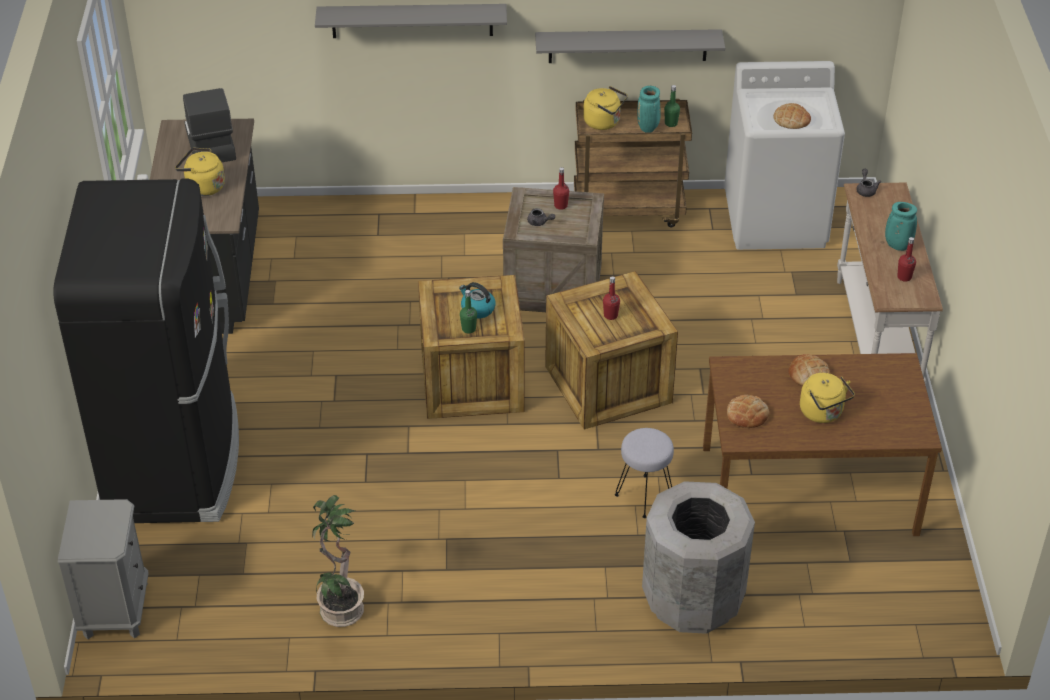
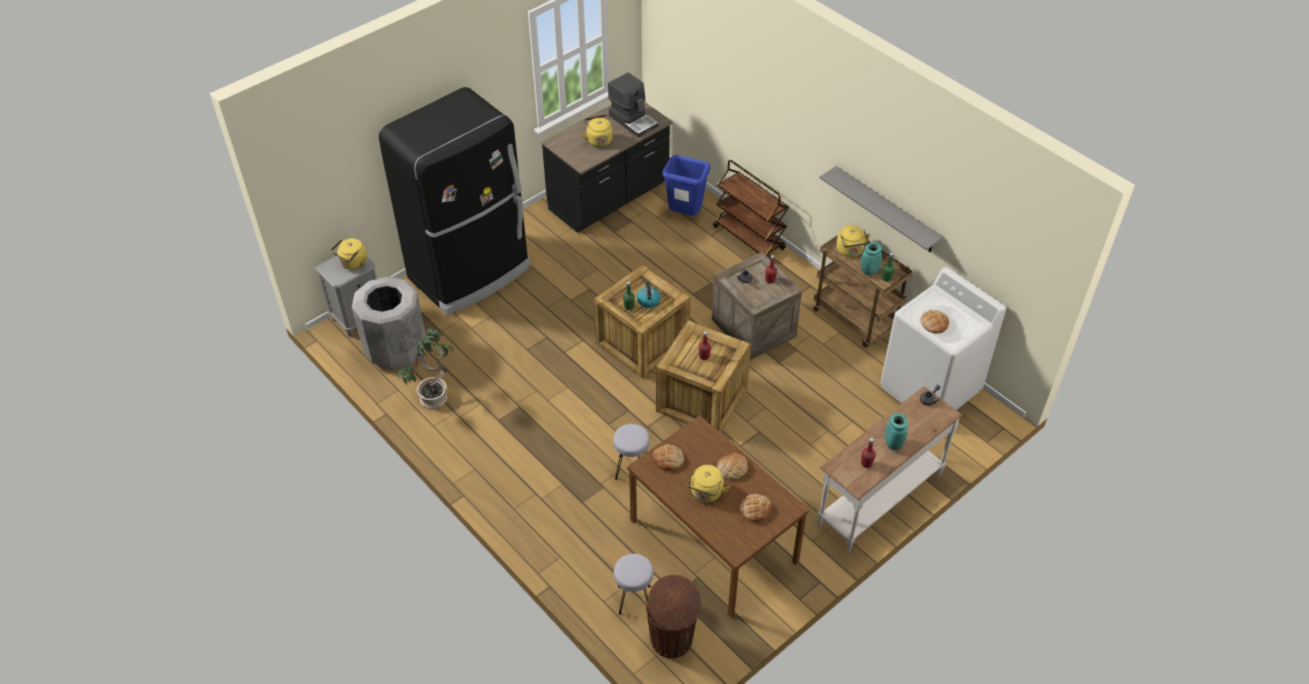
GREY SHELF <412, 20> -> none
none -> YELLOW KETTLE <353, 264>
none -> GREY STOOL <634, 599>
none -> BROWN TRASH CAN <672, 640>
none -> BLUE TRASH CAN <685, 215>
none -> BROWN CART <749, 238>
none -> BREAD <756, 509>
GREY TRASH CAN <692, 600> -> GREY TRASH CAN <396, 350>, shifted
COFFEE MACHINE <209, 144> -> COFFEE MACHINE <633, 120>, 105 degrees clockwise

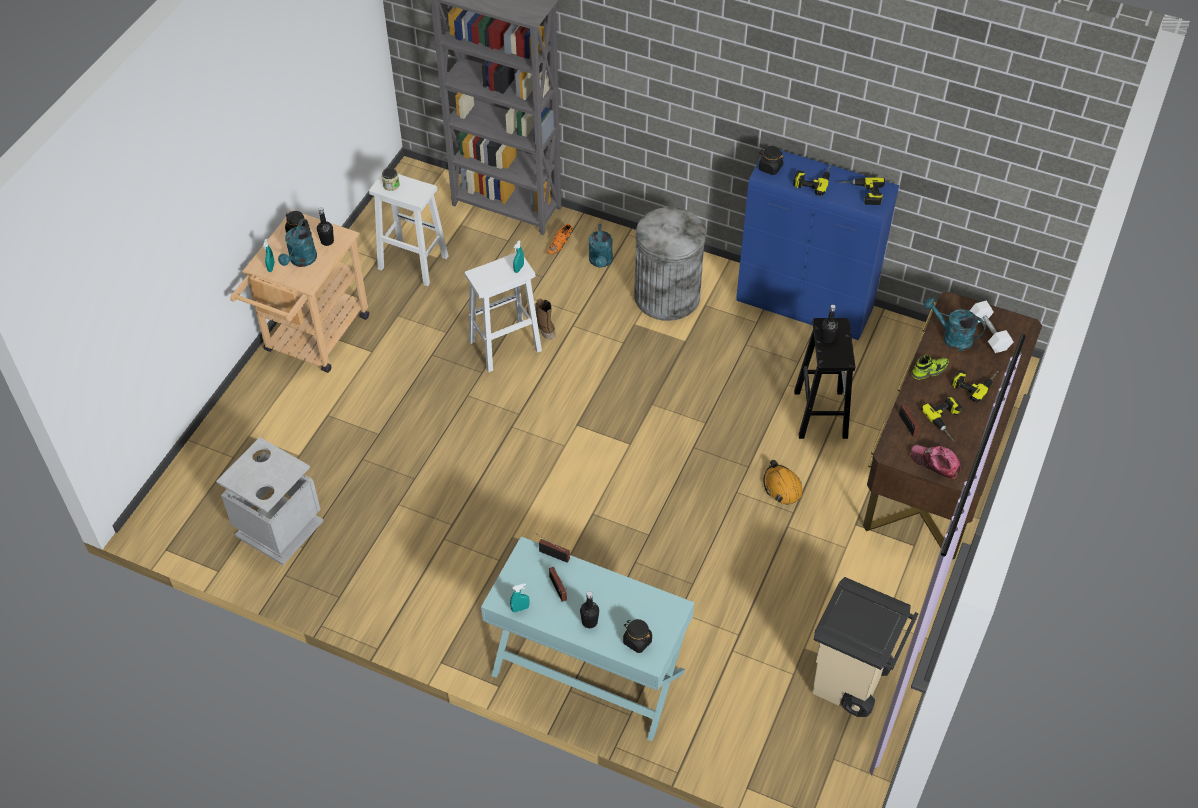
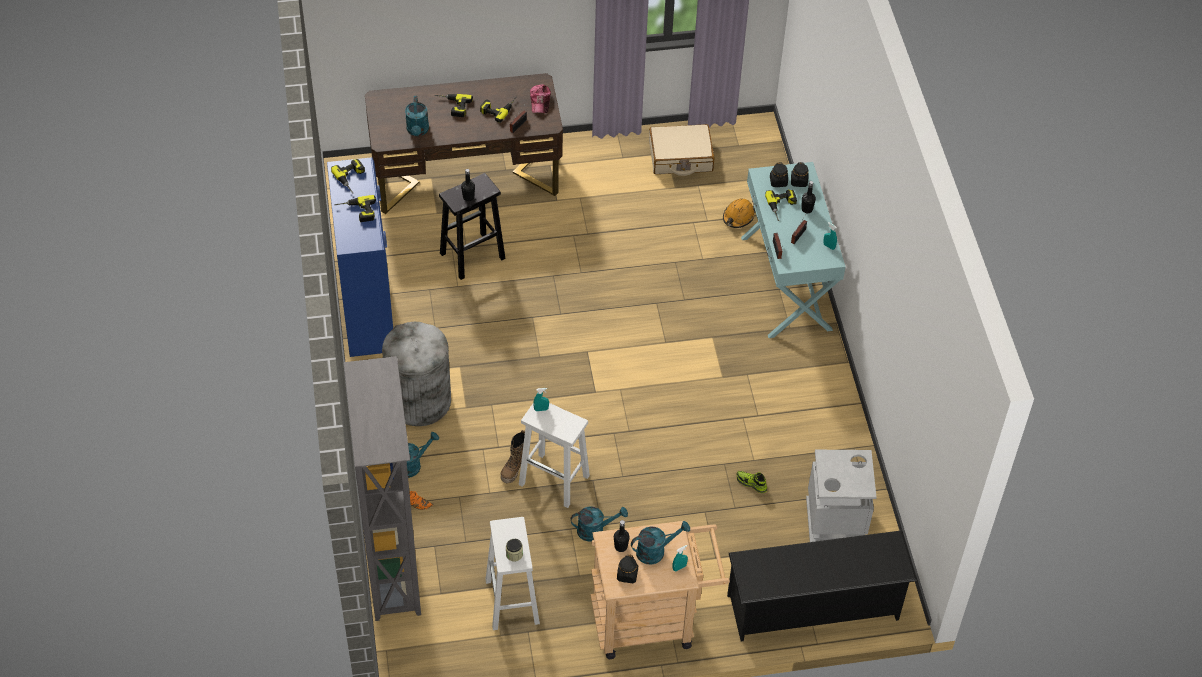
WHITE DUMBBELL <988, 333> -> none
none -> TURQUOISE WATERING CAN <595, 530>
none -> BLACK SHOE RACK <813, 607>
none -> POWER DRILL <782, 207>
BLACK JAR <770, 168> -> BLACK JAR <778, 182>, shifted
ORANGE HARD HAT <782, 487> -> ORANGE HARD HAT <738, 217>, shifted
SHOE <929, 371> -> SHOE <751, 484>, shifted
BEIGE TRASH CAN <850, 682> -> BEIGE SUITCASE <680, 157>

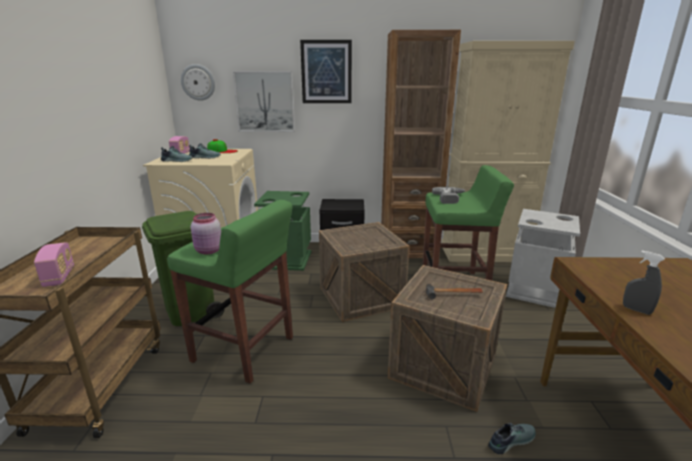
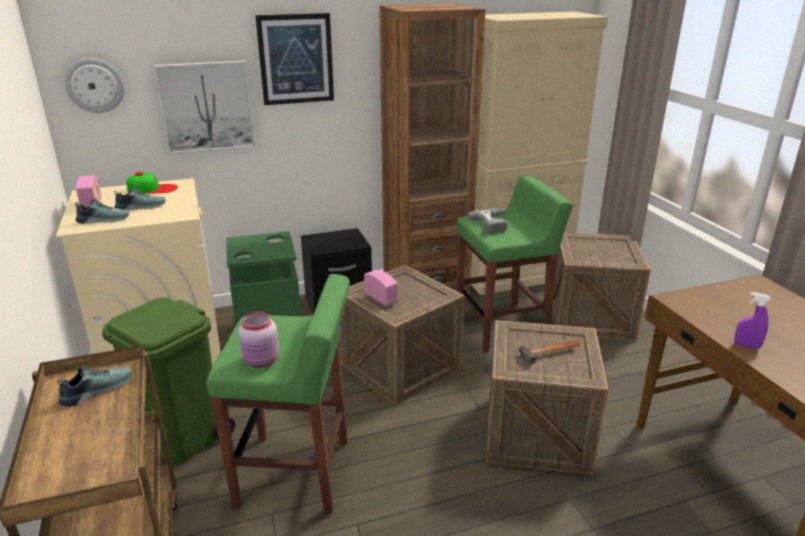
RADIO <59, 277> -> RADIO <381, 299>, shifted
SHOE <510, 440> -> SHOE <96, 390>, shifted
GREY TRASH CAN <535, 291> -> CRATE <590, 317>
GREY SPRAY BOTTLE <636, 310> -> PURPLE SPRAY BOTTLE <746, 346>

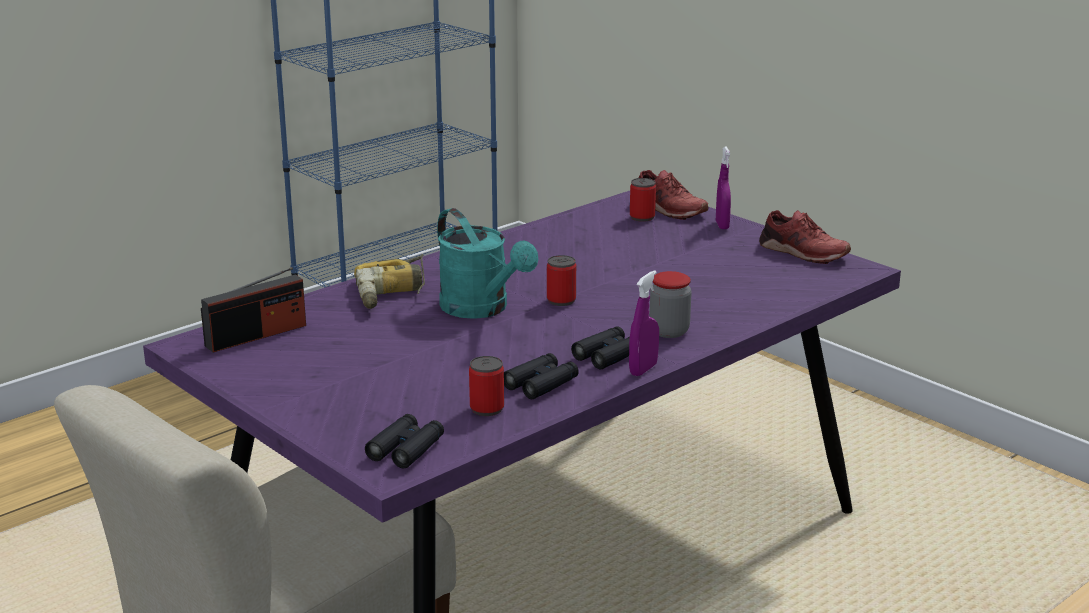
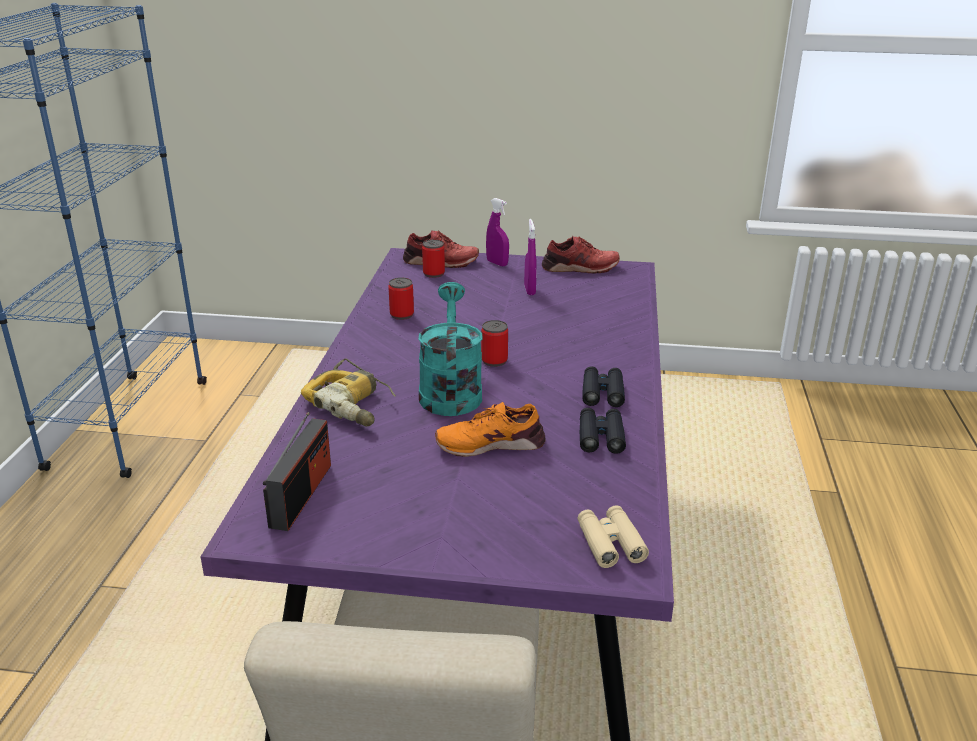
JAR <669, 331> -> none
none -> ORANGE SHOE <490, 444>
CAN <487, 409> -> CAN <401, 315>, shifted
PURPLE SPRAY BOTTLE <643, 369> -> PURPLE SPRAY BOTTLE <529, 290>, shifted
BLACK BINOCULARS <406, 449> -> BEIGE BINOCULARS <610, 543>
TURQUOISE WATERING CAN <482, 309> -> TURQUOISE WATERING CAN <450, 391>, 105 degrees counterclockwise

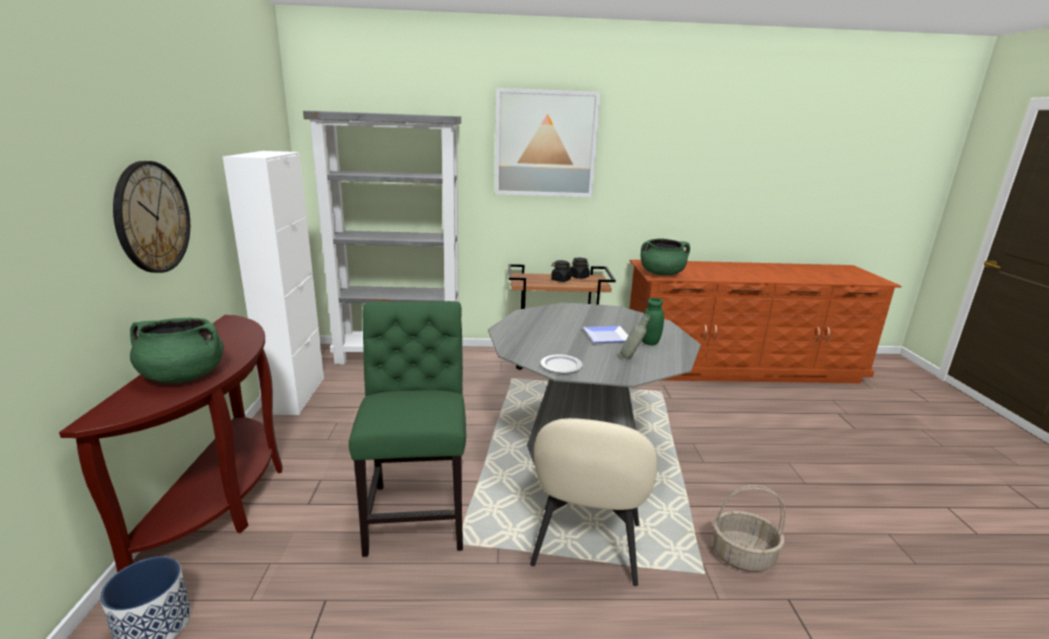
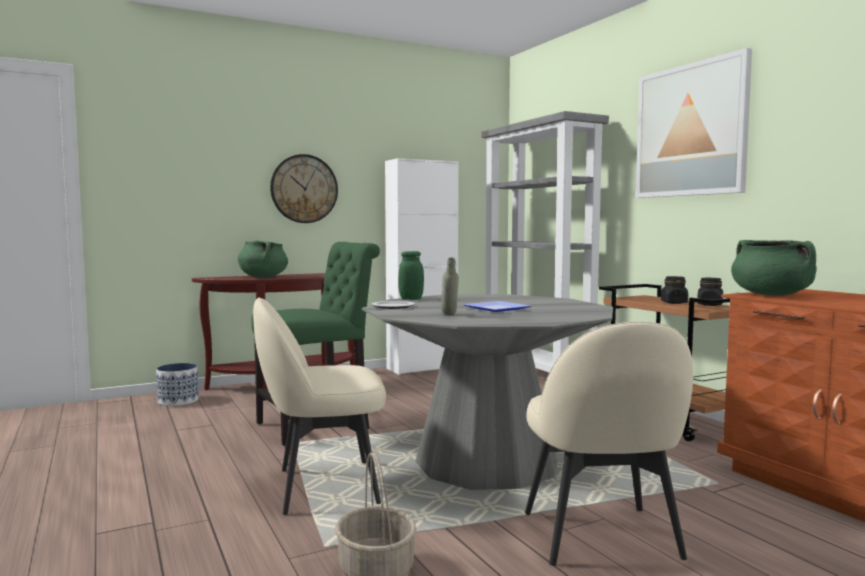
none -> BEIGE CHAIR <601, 537>
GREEN JAR <650, 342> -> GREEN JAR <411, 299>, shifted

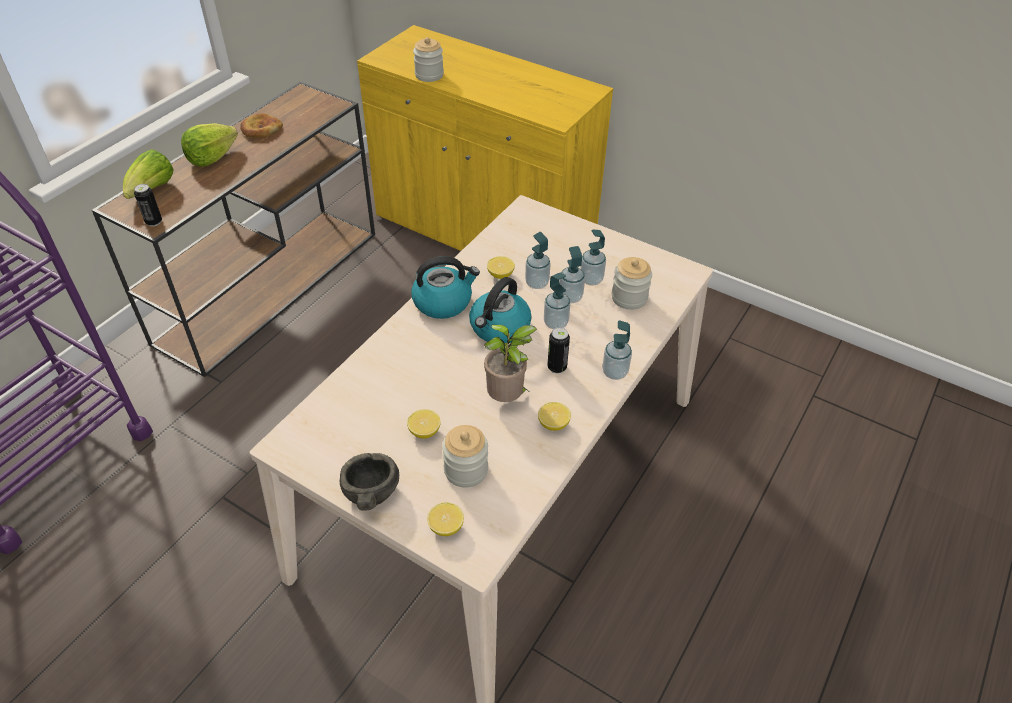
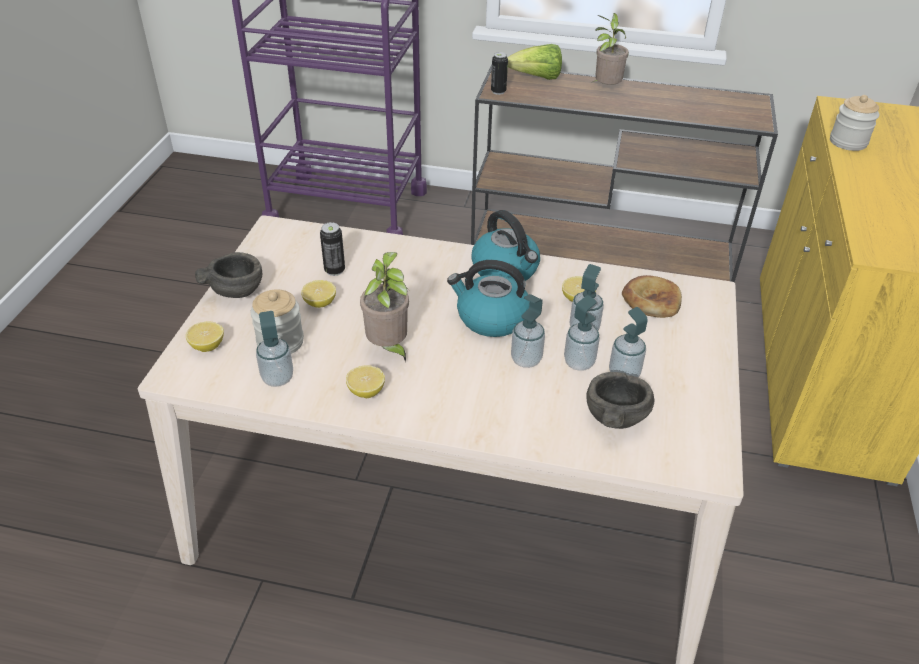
BREAD <261, 129> -> BREAD <651, 300>, shifted
CAN <557, 367> -> CAN <334, 270>, shifted
SOAP DISPENSER <615, 372> -> SOAP DISPENSER <277, 378>, shifted
LETTUCE <211, 158> -> POTTED PLANT <605, 89>
JAR <629, 298> -> GREY BOWL <614, 416>

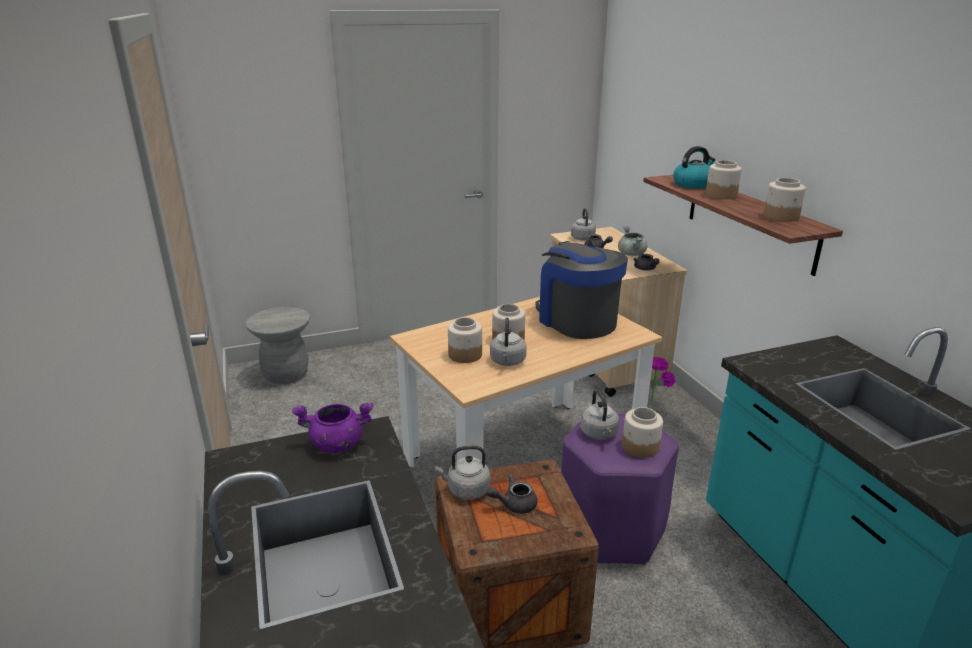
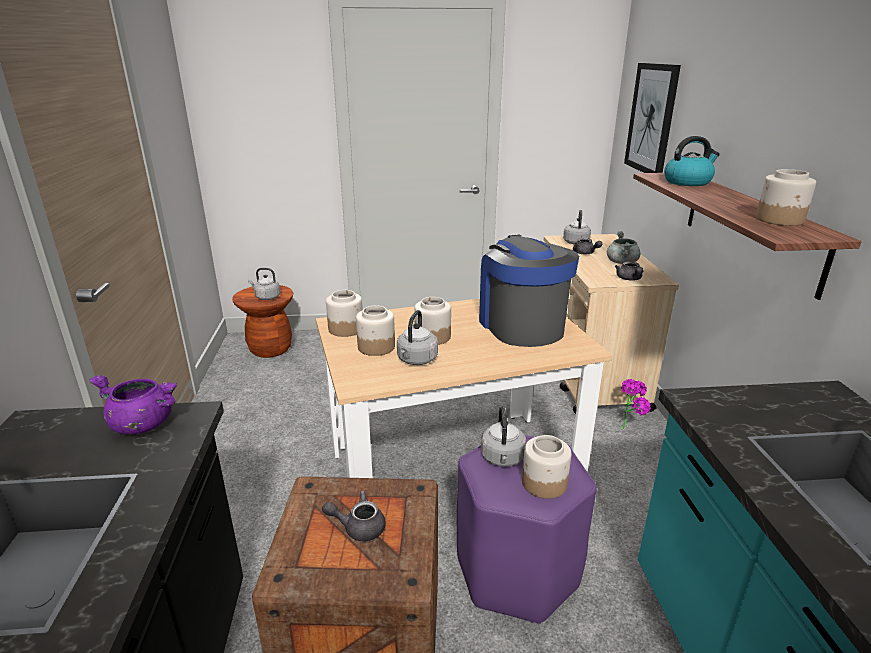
none -> PICTURE <652, 119>
GREY KETTLE <466, 490> -> GREY KETTLE <266, 297>, shifted
JAR <720, 195> -> JAR <346, 329>, shifted
GREY STOOL <286, 375> -> BROWN STOOL <270, 349>

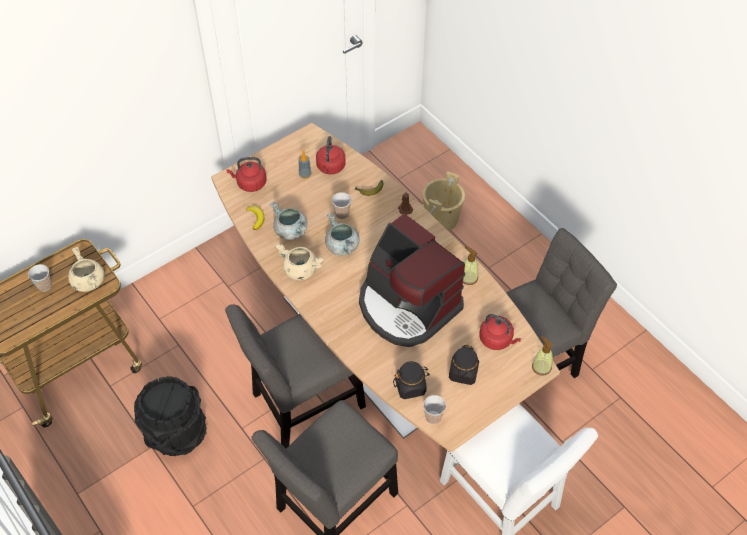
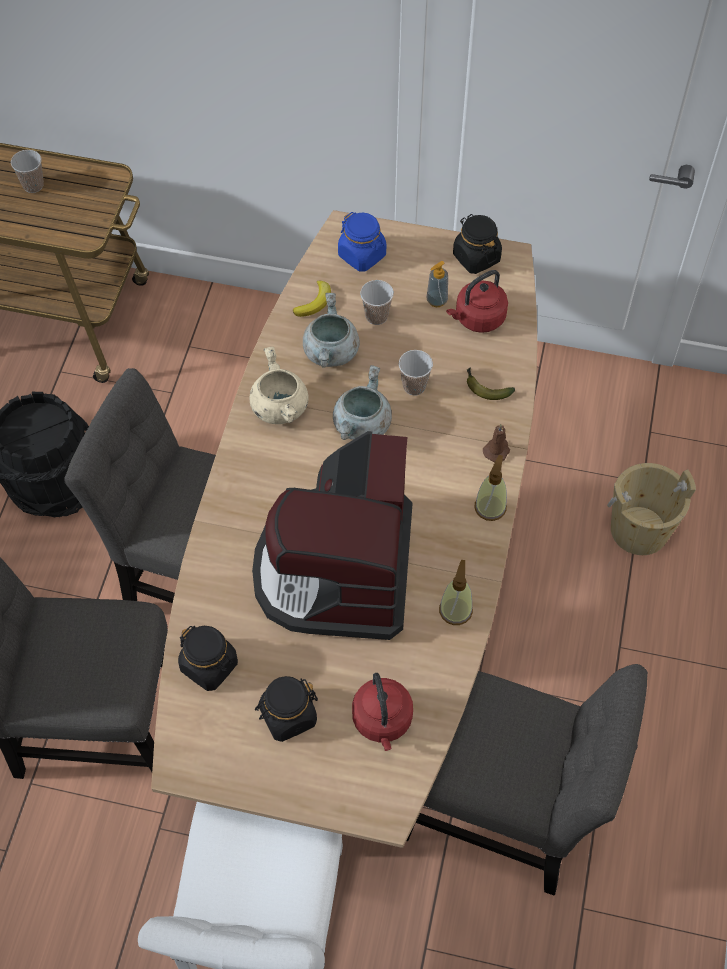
BEIGE COOKING POT <88, 282> -> none
none -> BLACK JAR <476, 257>
CUP <433, 417> -> CUP <376, 316>, shifted
SOAP DISPENSER <541, 367> -> SOAP DISPENSER <490, 507>, shifted
RED KETTLE <250, 183> -> BLUE JAR <362, 255>

